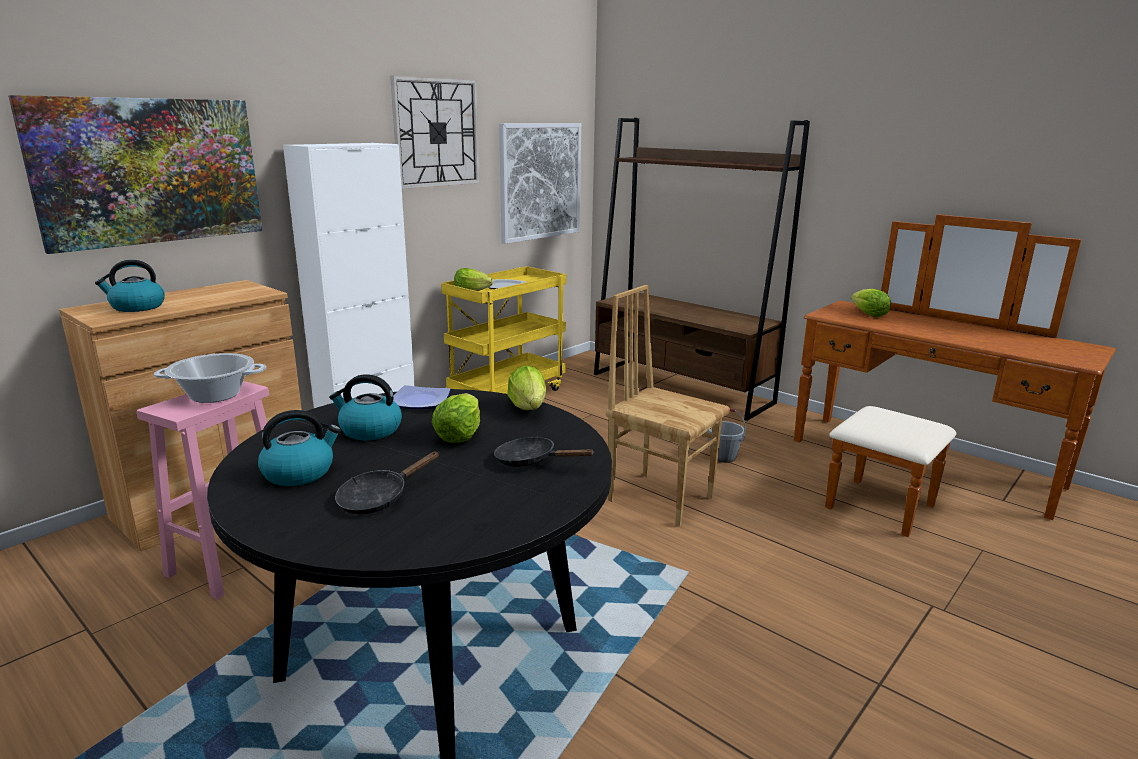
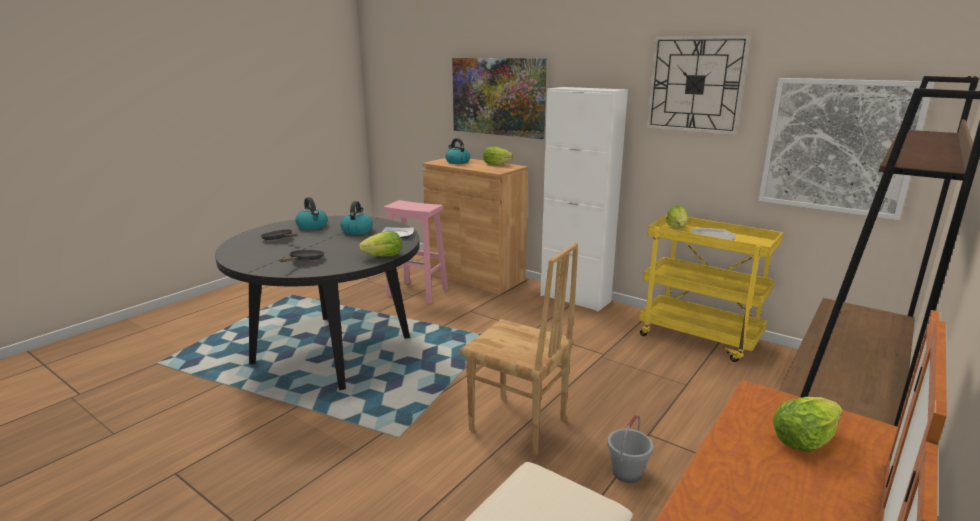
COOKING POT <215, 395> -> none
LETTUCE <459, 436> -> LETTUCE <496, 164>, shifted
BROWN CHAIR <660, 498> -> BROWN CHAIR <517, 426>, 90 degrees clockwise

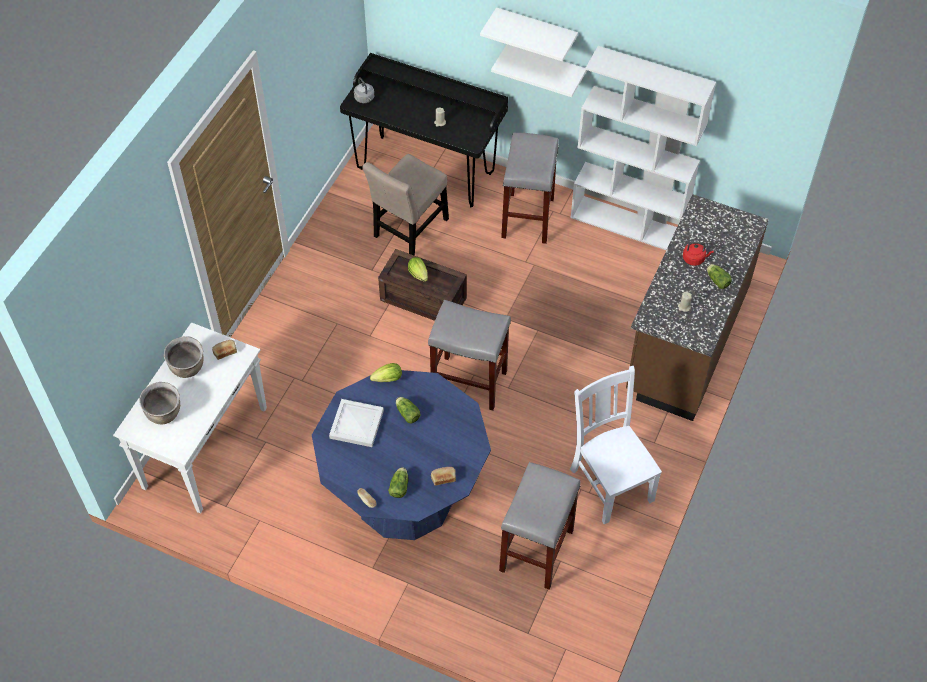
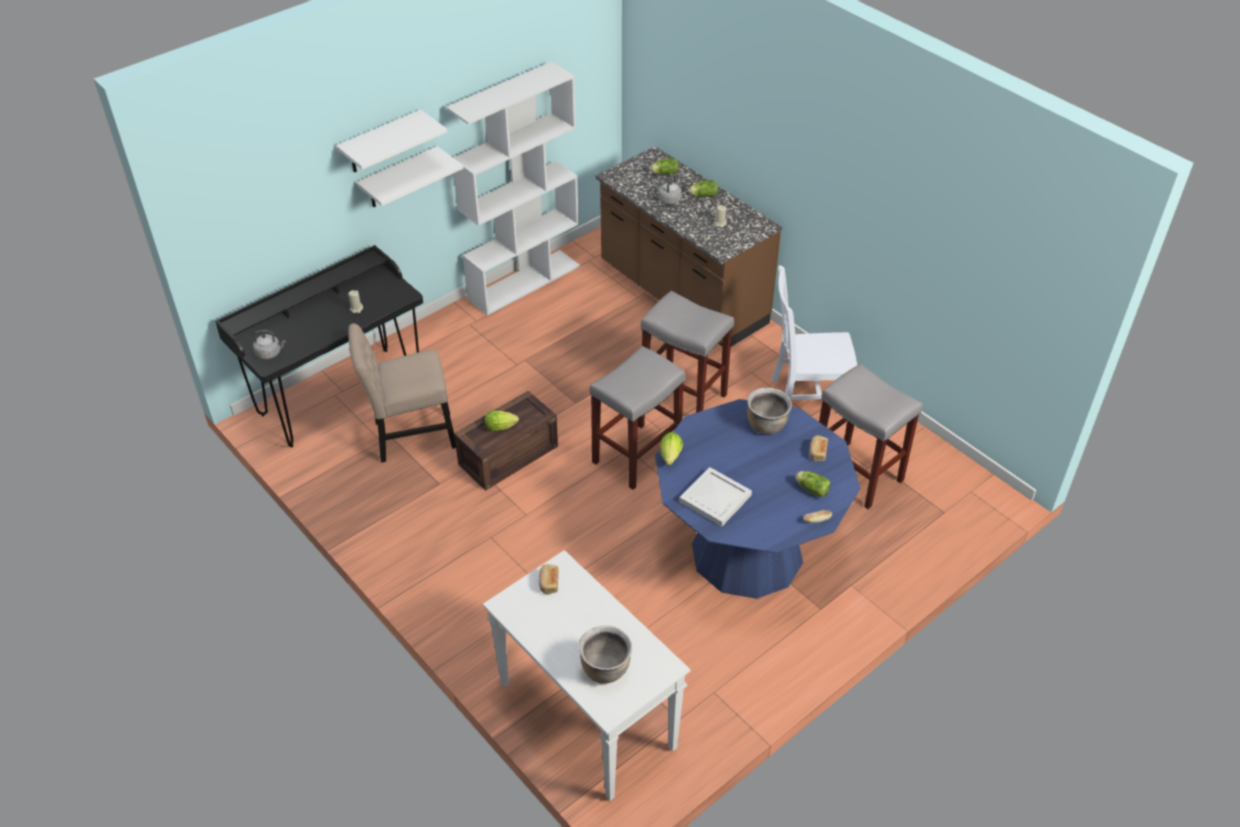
BROWN COOKING POT <188, 368> -> BROWN COOKING POT <766, 425>, shifted
LETTUCE <407, 413> -> LETTUCE <663, 173>, shifted
GREY STOOL <527, 217> -> GREY STOOL <682, 396>, shifted
RED KETTLE <694, 259> -> GREY KETTLE <670, 199>
BEIGE CHAIR <409, 231> -> BEIGE CHAIR <410, 436>, 105 degrees clockwise

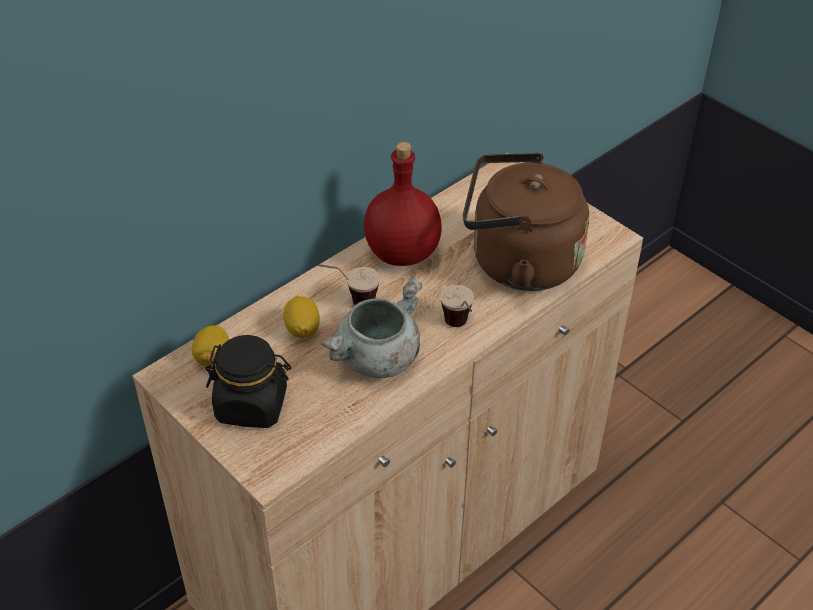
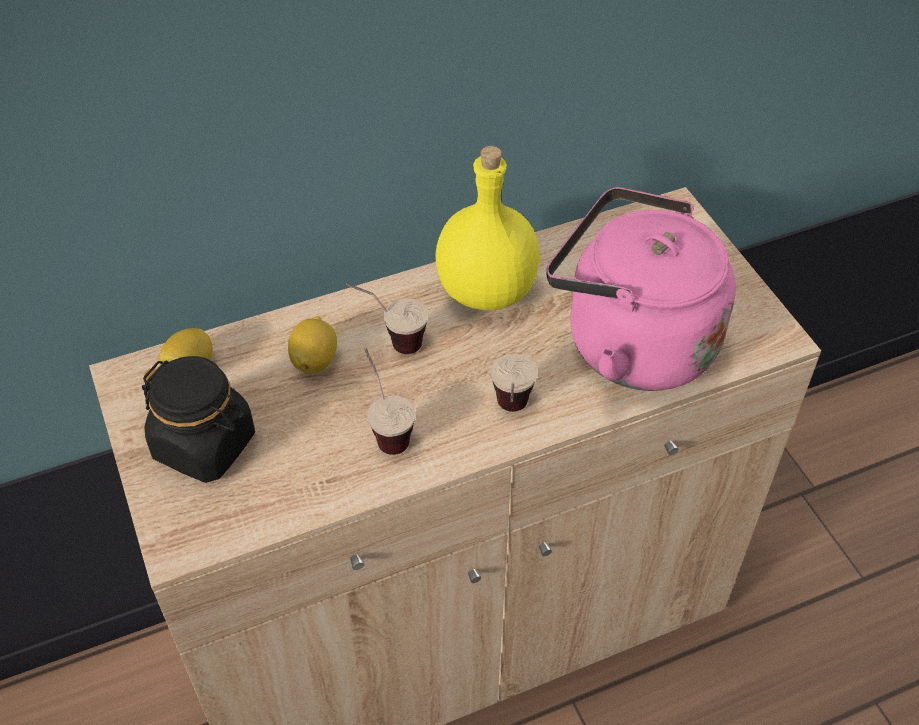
GREY COOKING POT <377, 360> -> CUP <386, 428>
RED BOTTLE <404, 253> -> YELLOW BOTTLE <488, 291>
BROWN KETTLE <518, 263> -> PINK KETTLE <630, 342>

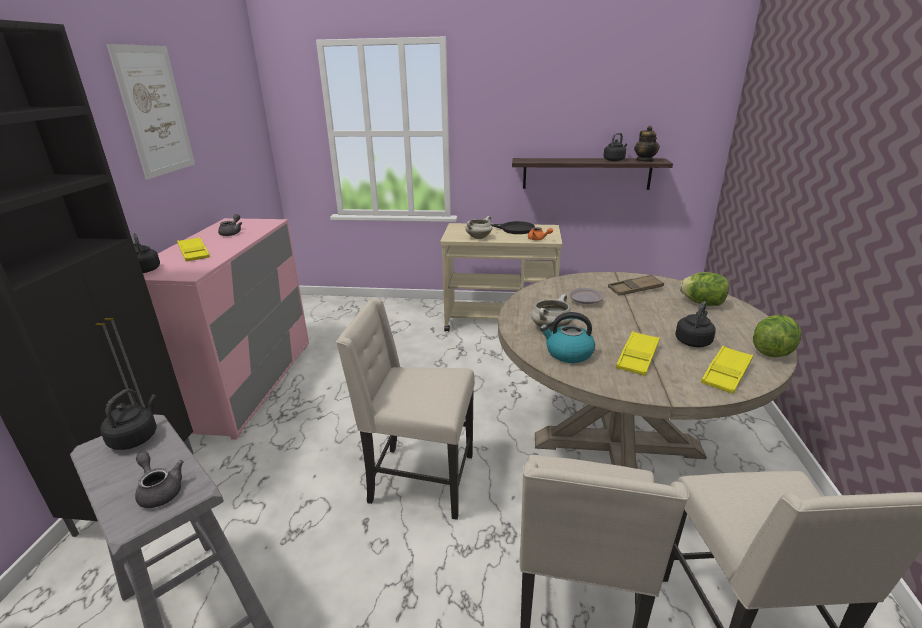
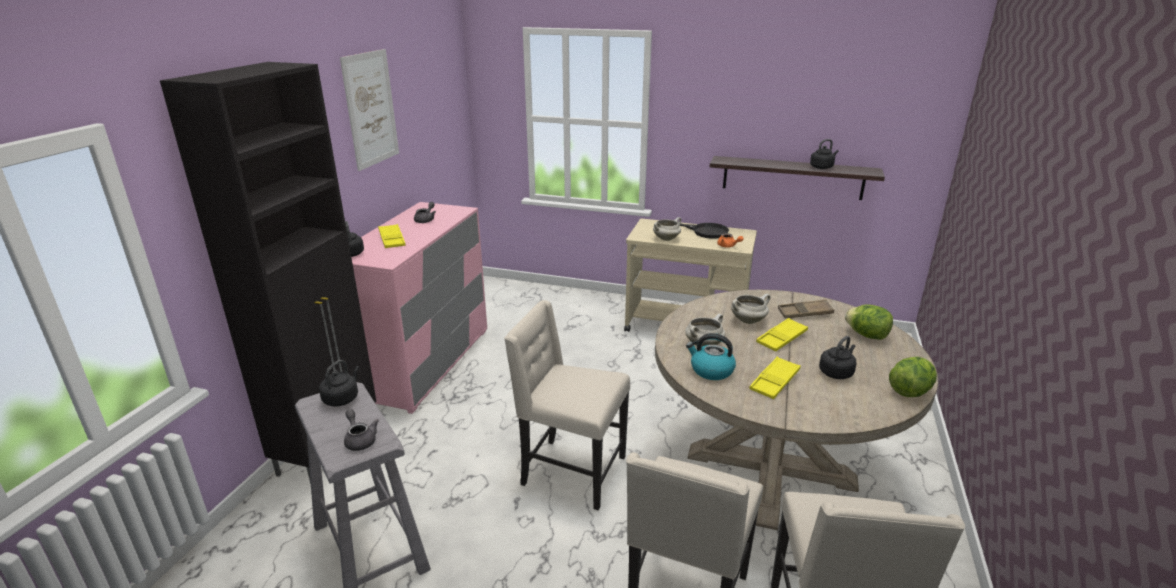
TEAPOT <645, 160> -> none
YELLOW TRAY <726, 374> -> YELLOW TRAY <781, 338>, shifted
GREY PLATE <585, 301> -> WHITE COOKING POT <748, 320>

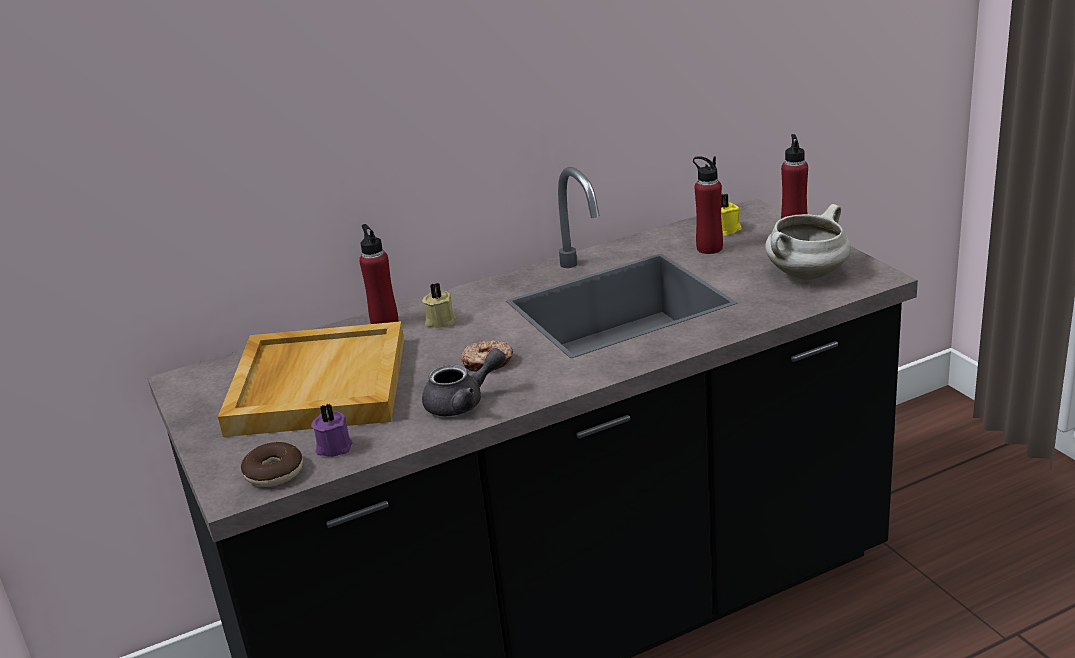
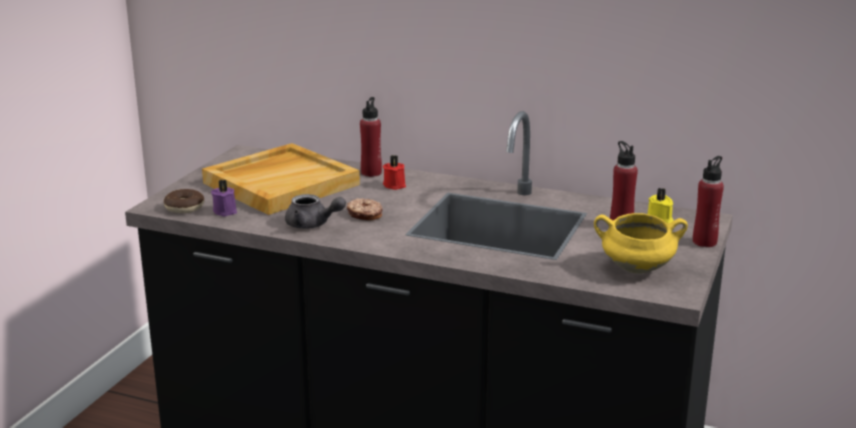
BEIGE CANDLE <439, 321> -> RED CANDLE <395, 185>
WHITE COOKING POT <807, 275> -> YELLOW COOKING POT <636, 269>

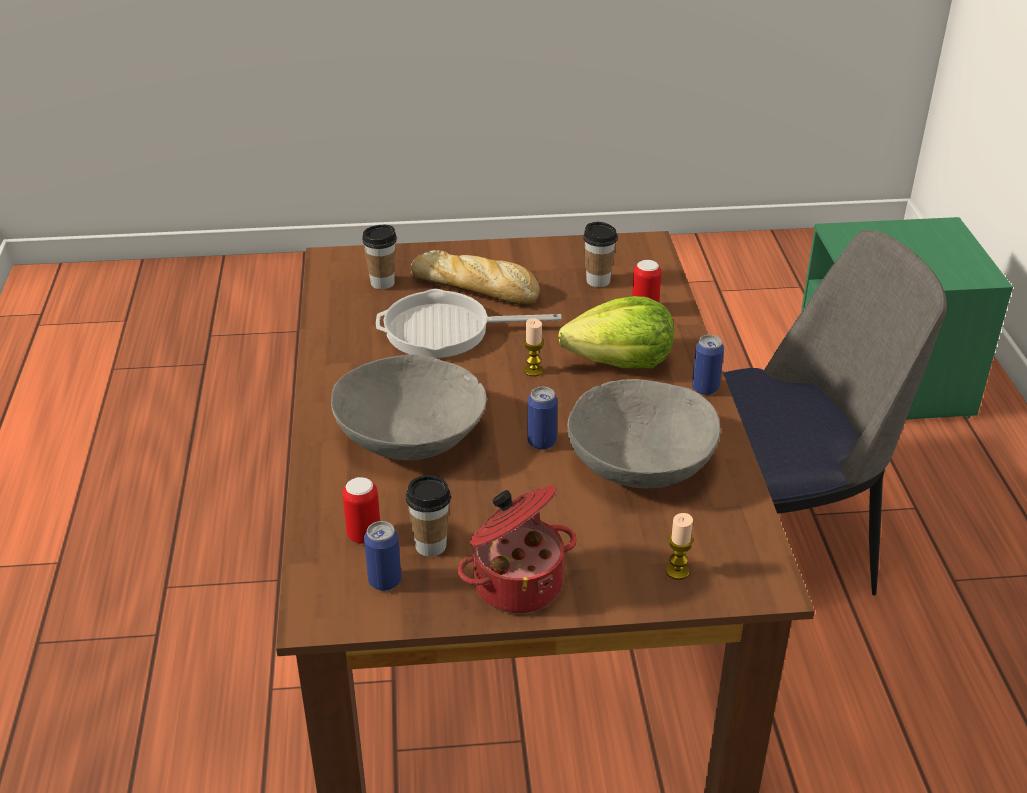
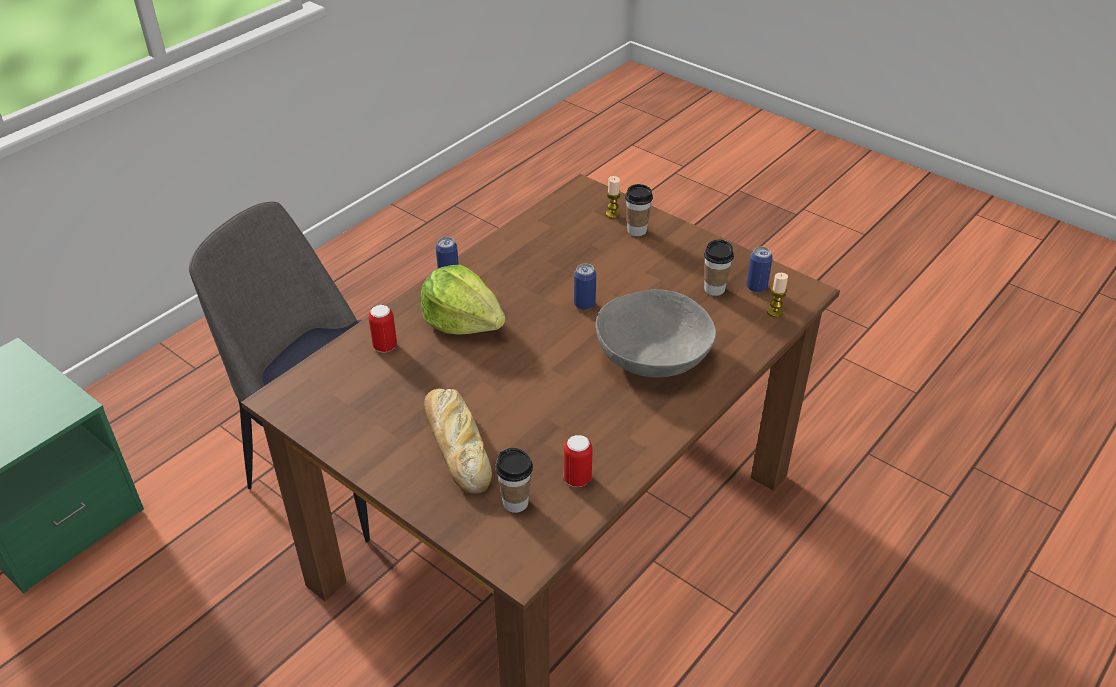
FRYING PAN <445, 331> -> none
COOKING POT <516, 582> -> none
GREY BOWL <640, 462> -> none
CAN <364, 535> -> CAN <577, 479>, shifted
CANDLE <533, 370> -> CANDLE <775, 312>, shifted
CUP <598, 281> -> CUP <636, 230>, shifted

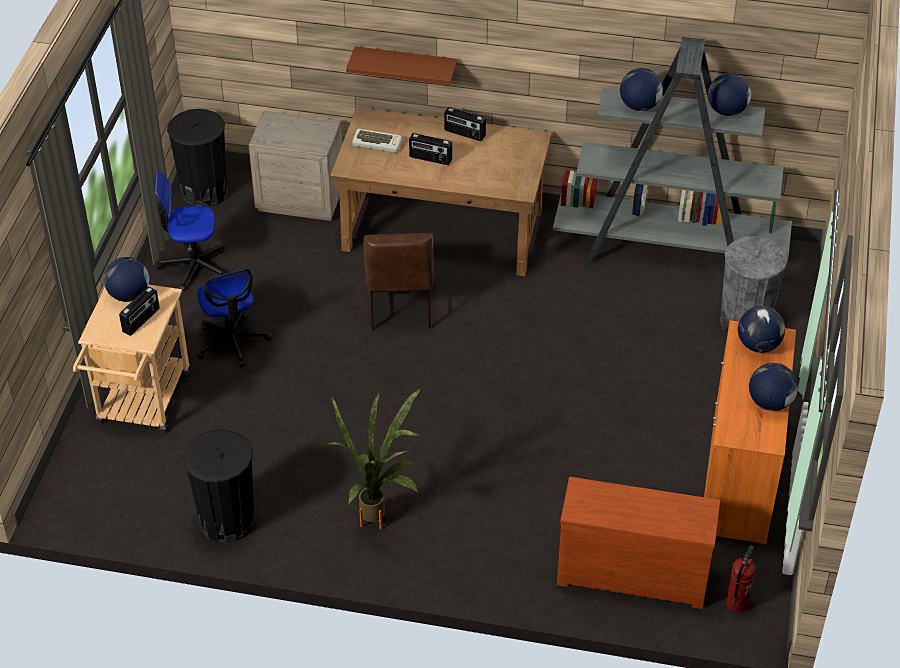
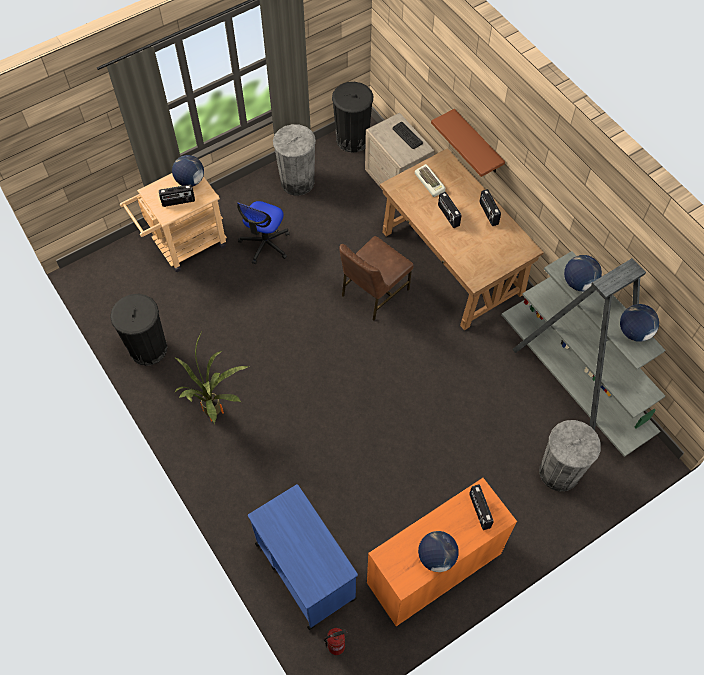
none -> KEYBOARD <407, 136>
OFFICE CHAIR <193, 266> -> GREY TRASH CAN <297, 182>
BROWN DRESSER <633, 571> -> BLUE CART <305, 570>
GLOBE <758, 345> -> RADIO <479, 511>

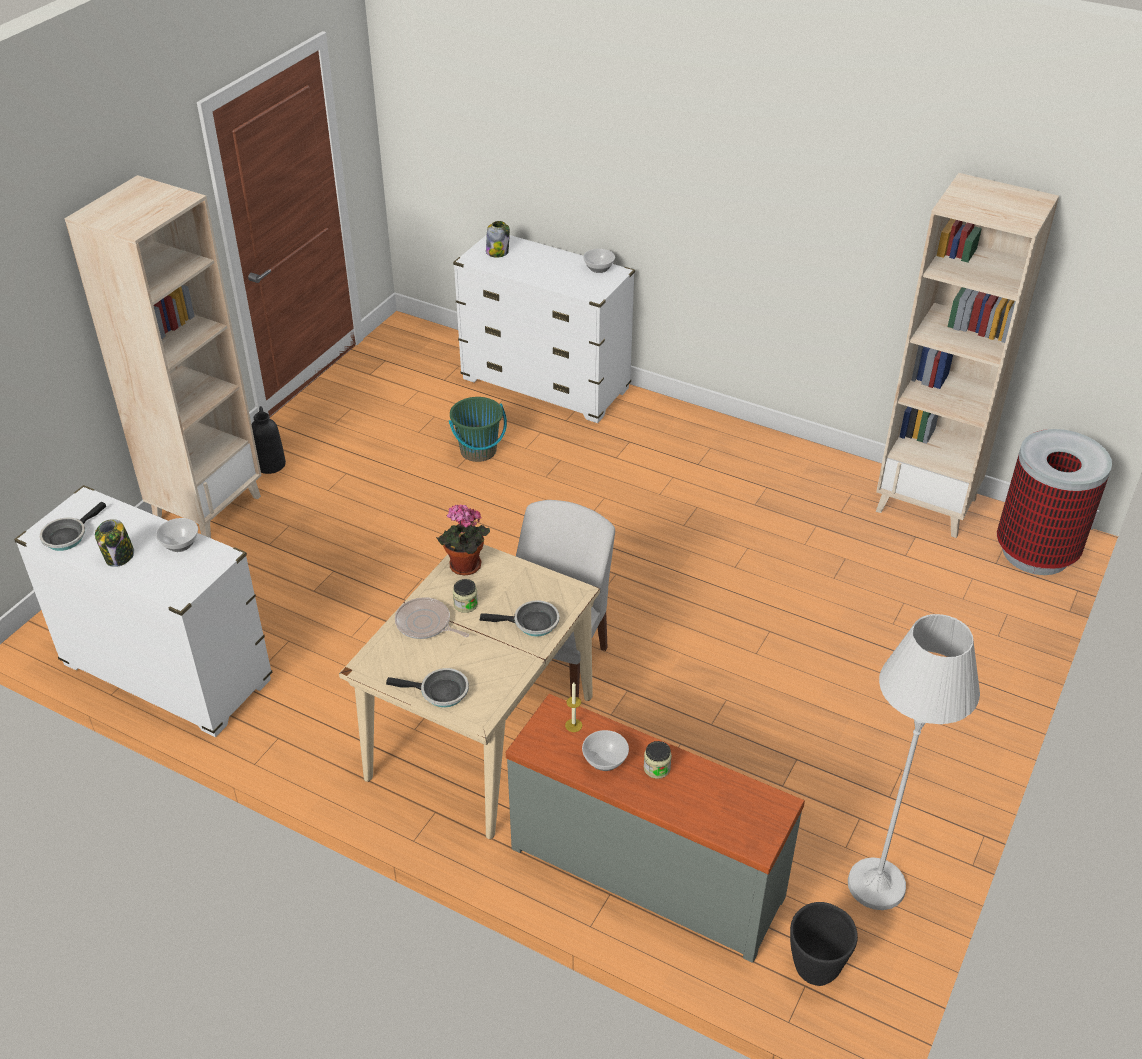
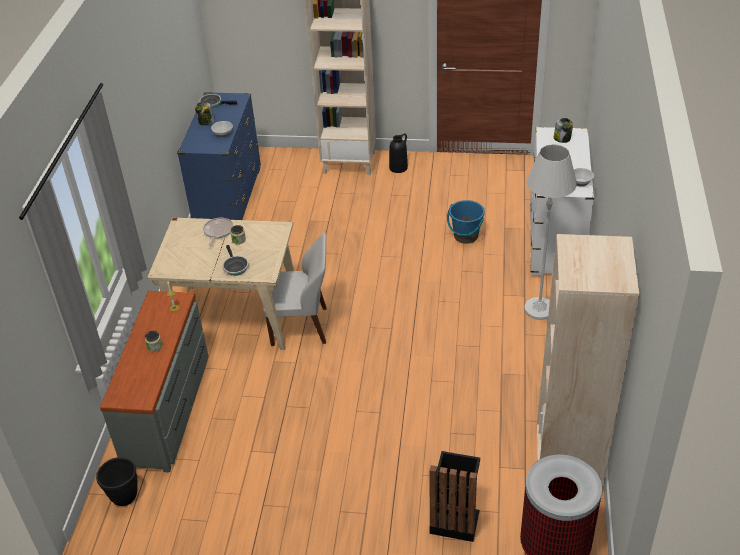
FRYING PAN <440, 692> -> none
POTTED PLANT <464, 568> -> none
BOWL <604, 760> -> none
none -> BLACK TRASH CAN <455, 519>
WHITE FLOOR LAMP <876, 885> -> WHITE FLOOR LAMP <539, 309>, shifted
WHITE DRESSER <166, 673> -> BLUE DRESSER <228, 198>
GREEN BUCKET <478, 451> -> BLUE BUCKET <465, 236>

